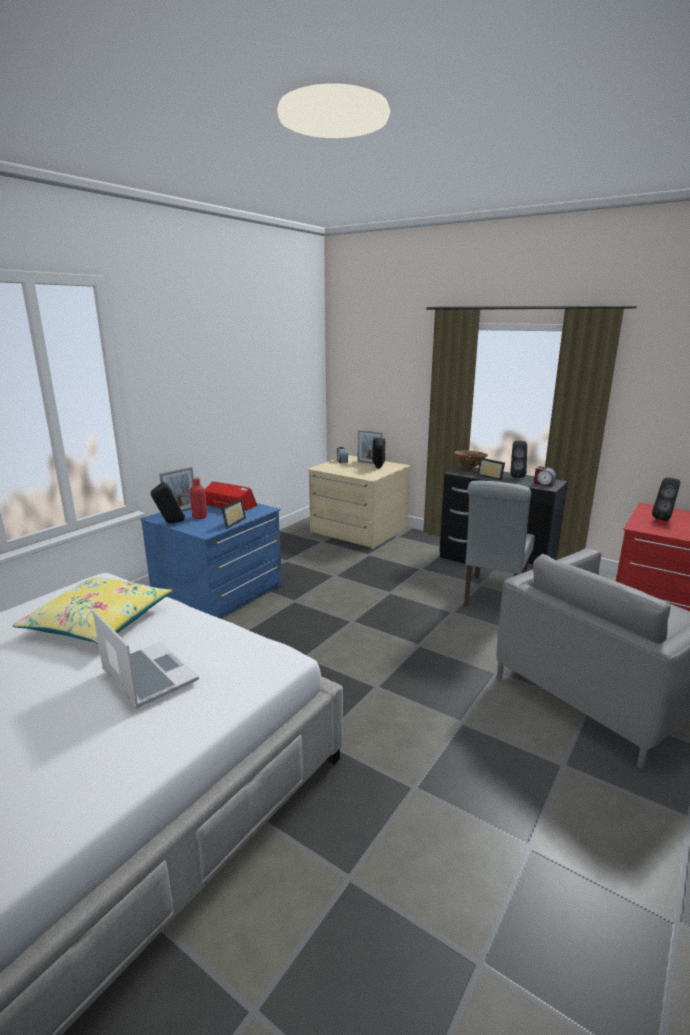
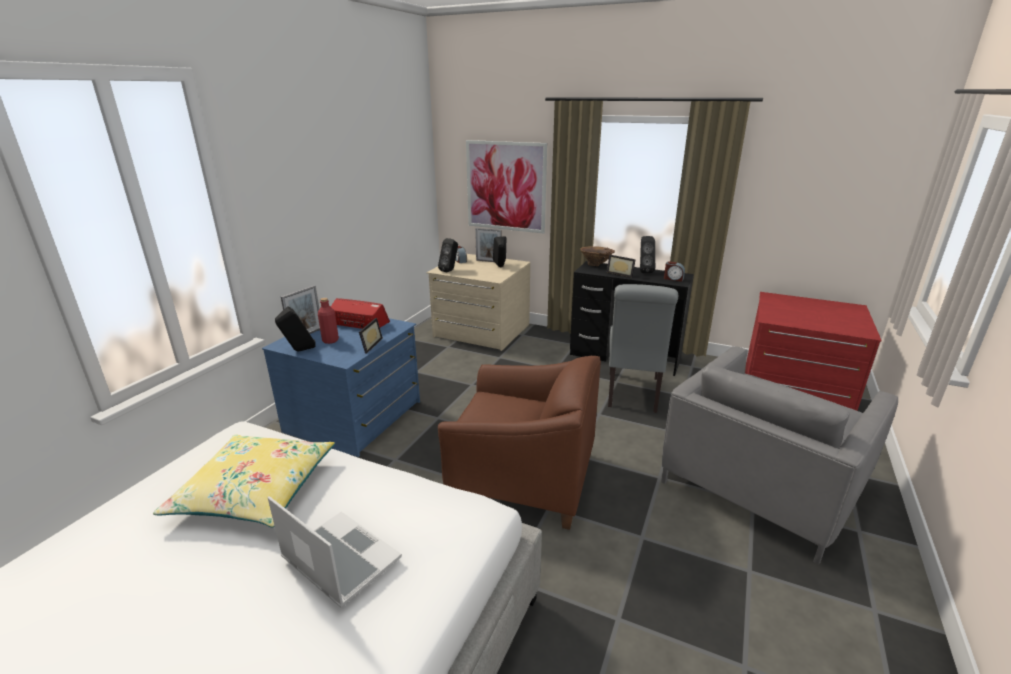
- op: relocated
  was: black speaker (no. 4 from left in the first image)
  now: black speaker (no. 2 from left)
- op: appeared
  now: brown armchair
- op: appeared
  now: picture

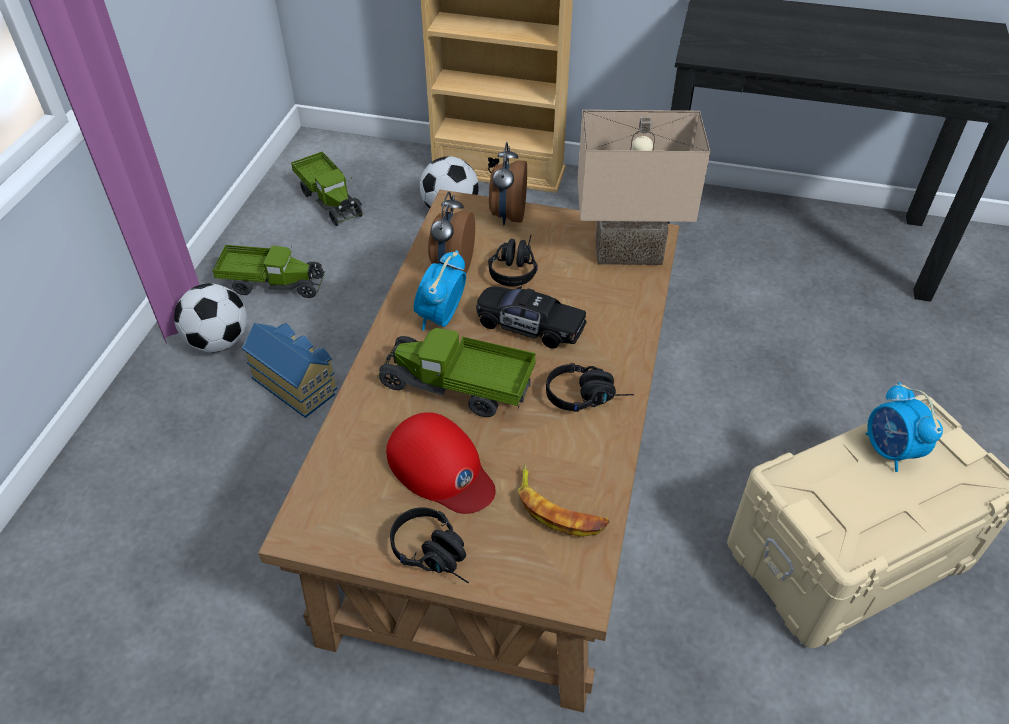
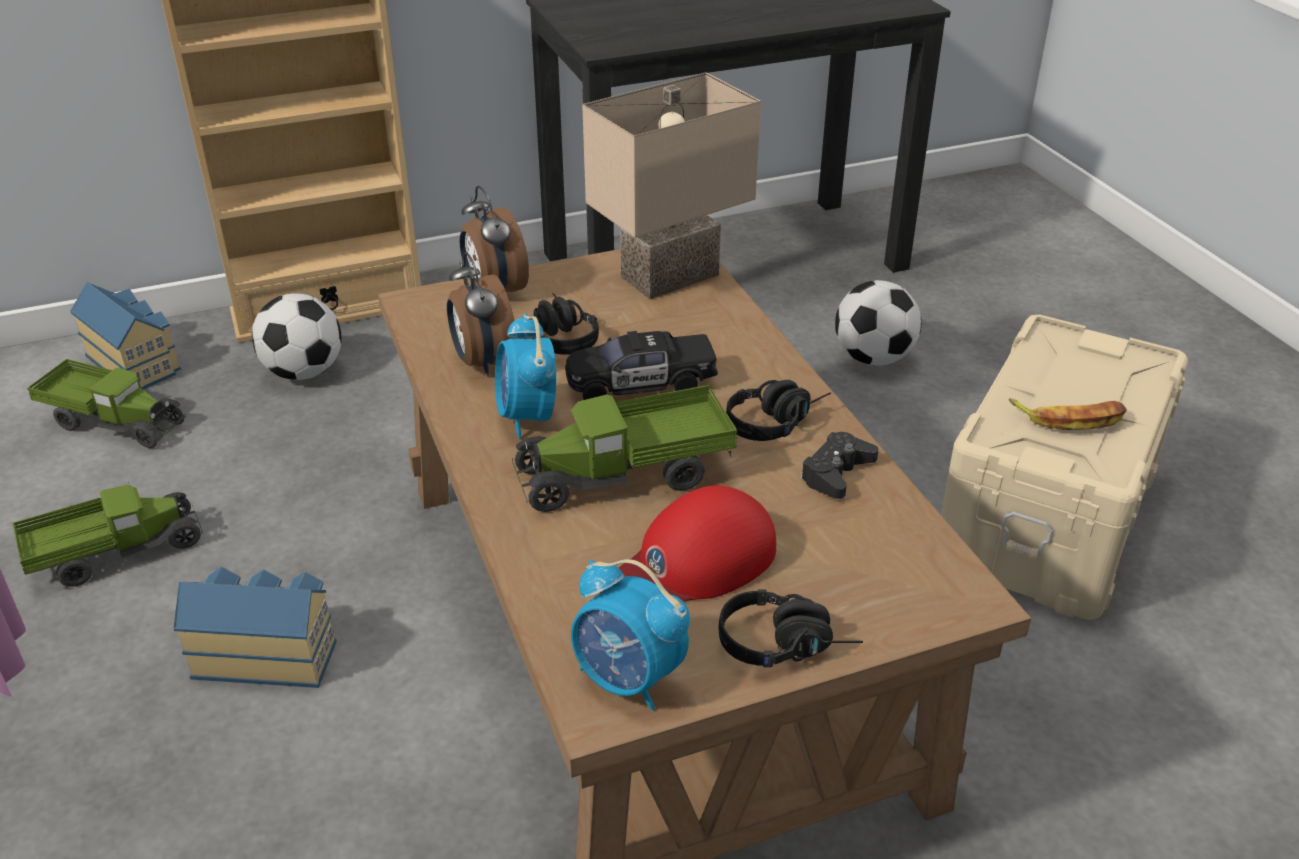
- op: appeared
  now: toy house (no. 1 from left)
- op: relocated
  was: alarm clock (no. 4 from left)
- op: spun
  was: red cap
  clockwise: 135
- op: appeared
  now: black game controller
- op: relocated
  was: football (no. 1 from left in the first image)
  now: football (no. 2 from left)
- op: relocated
  was: banana

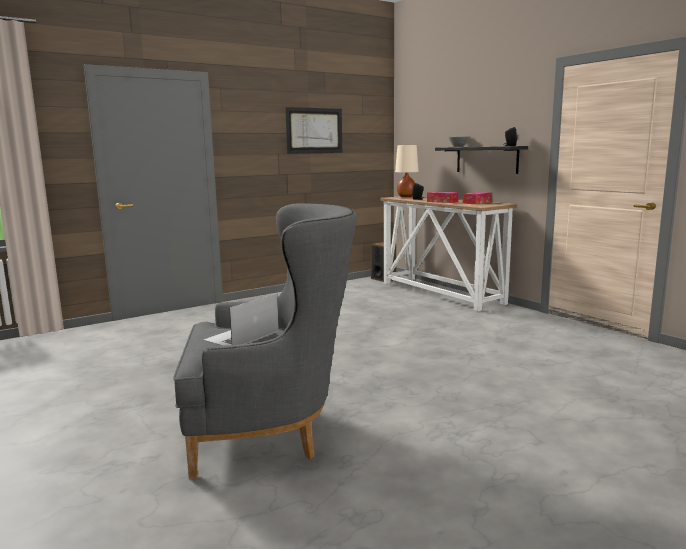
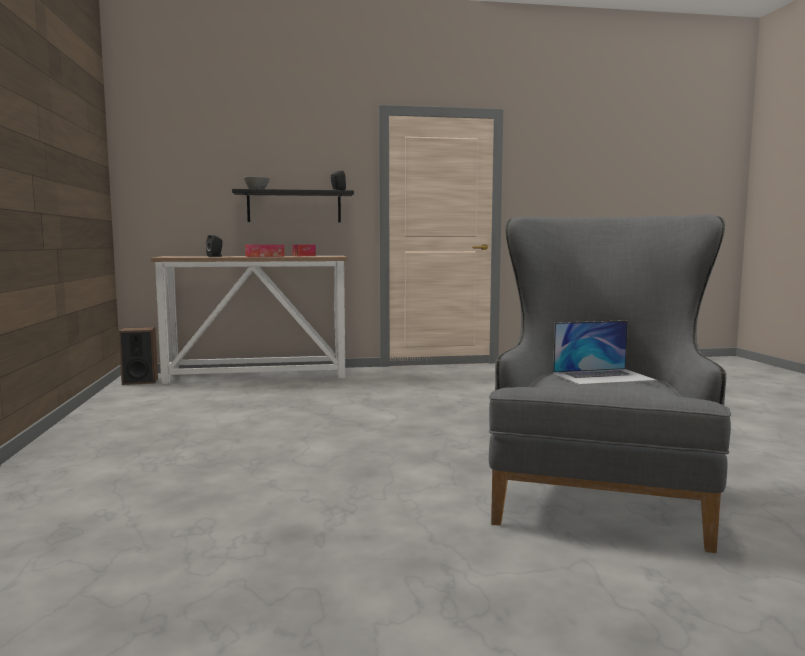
- op: spun
  was: laptop
  clockwise: -75
- op: missing
  was: picture
- op: missing
  was: beige table lamp

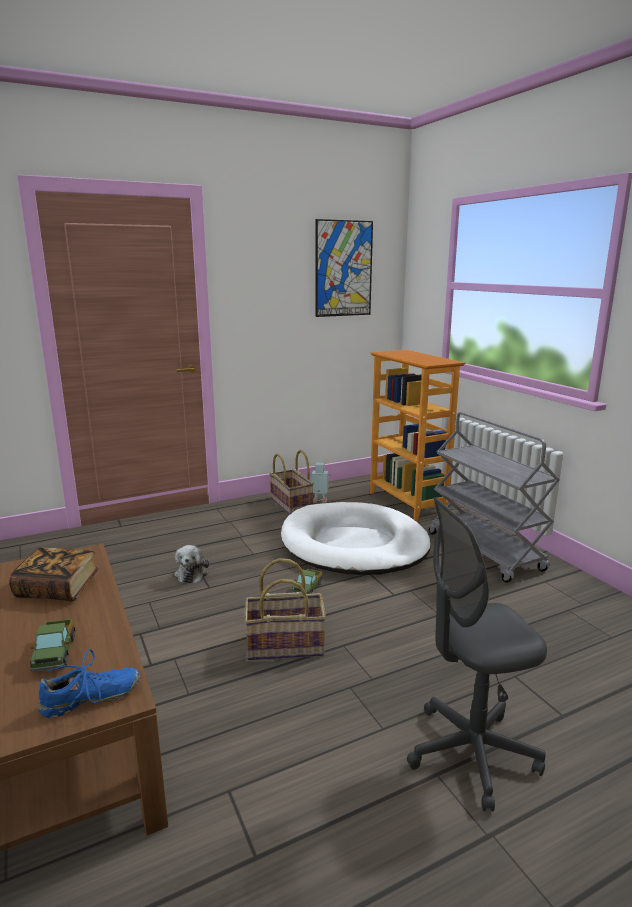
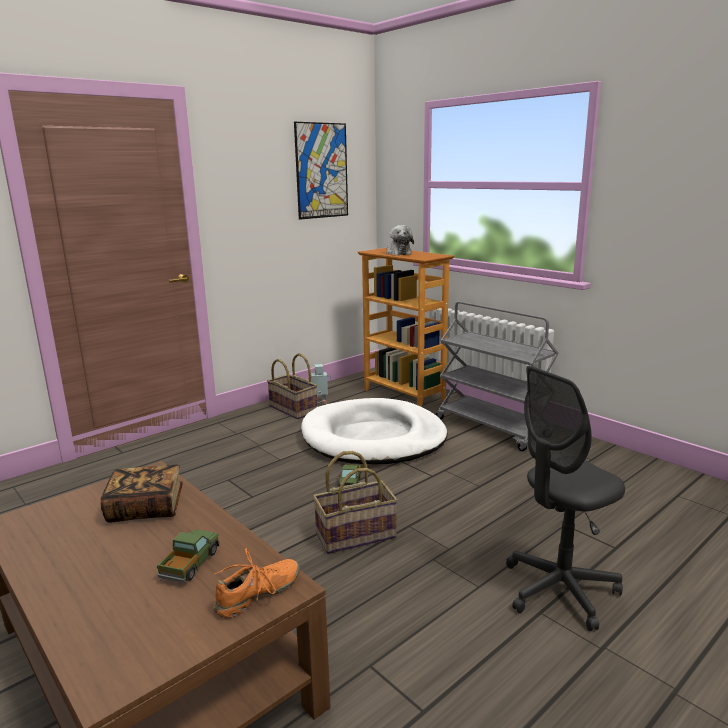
- op: spun
  was: toy truck (no. 1 from left)
  clockwise: -135
- op: colour
  was: blue shoe
  now: orange shoe
- op: relocated
  was: plush toy

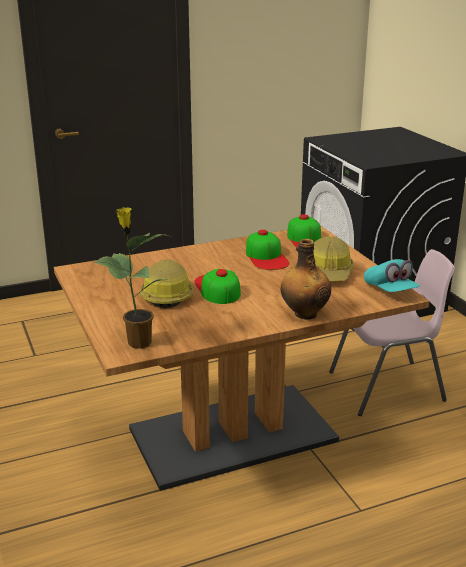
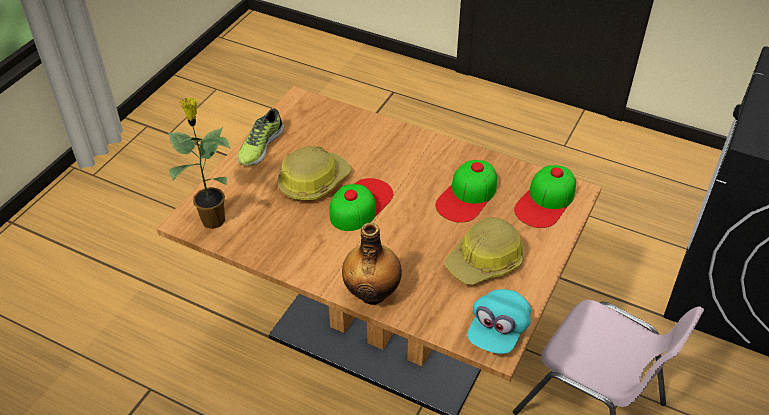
- op: appeared
  now: shoe

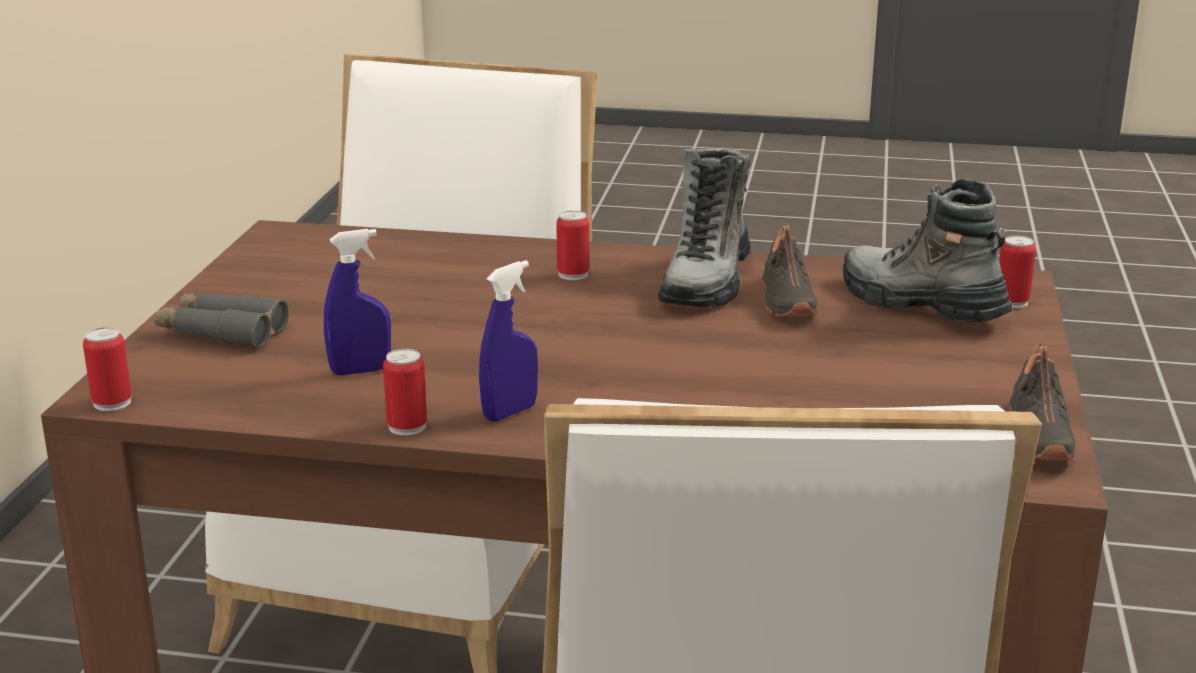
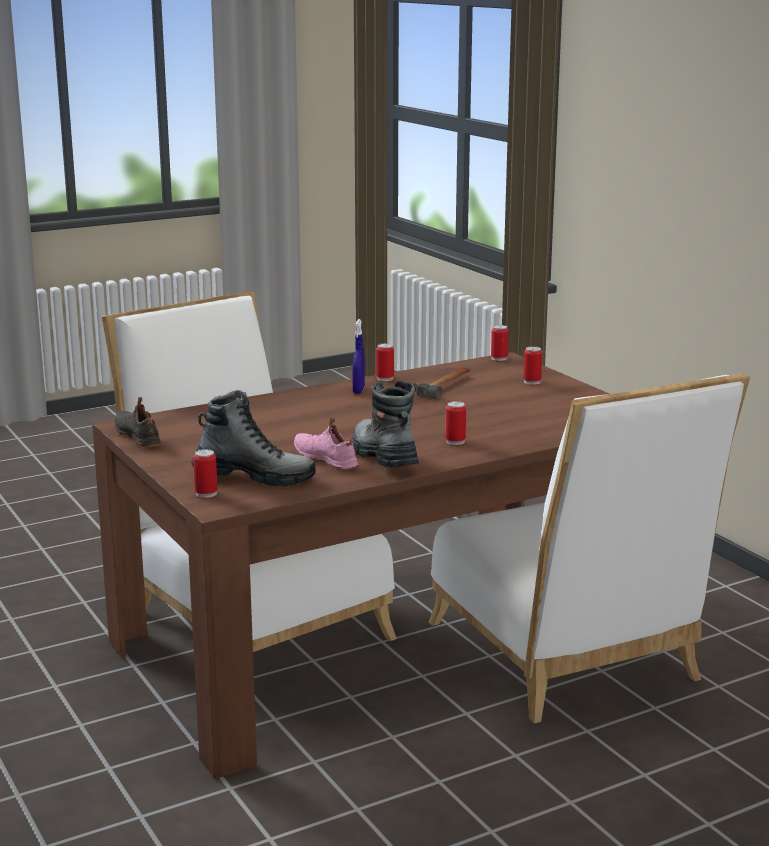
- op: colour
  was: black shoe (no. 1 from left)
  now: pink shoe
- op: exchanged
  was: blue spray bottle (no. 1 from left)
  now: hammer
- op: exchanged
  was: grey binoculars
  now: can (no. 5 from left)

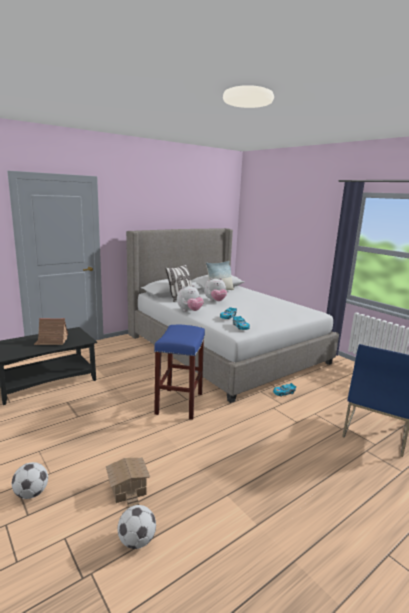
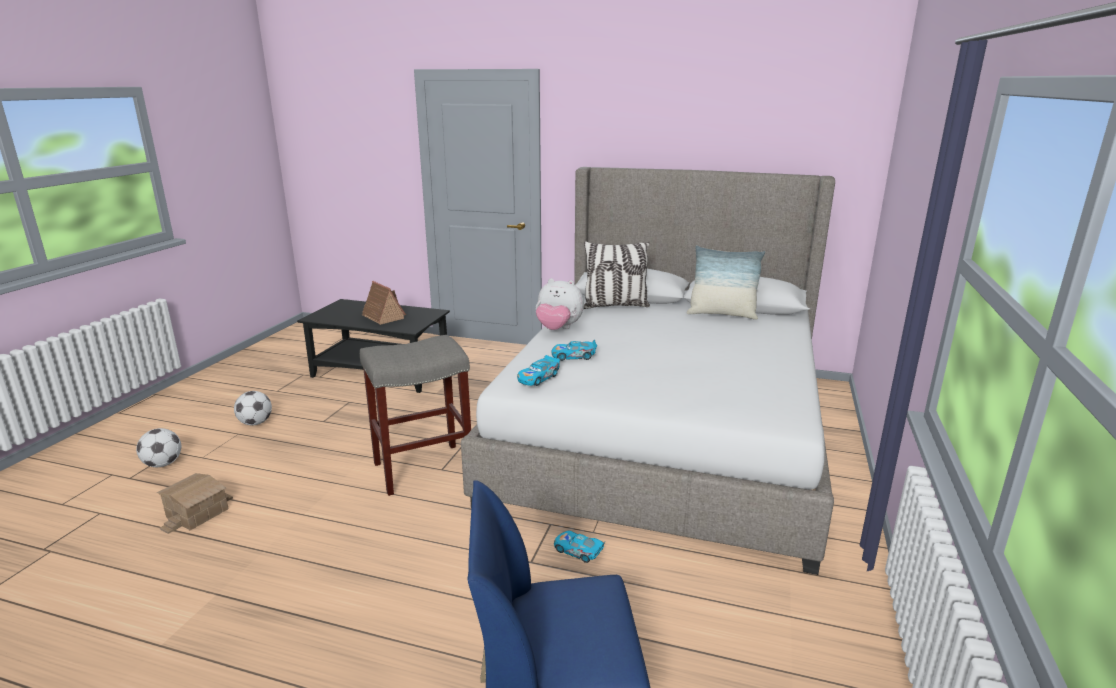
- op: relocated
  was: football (no. 2 from left)
- op: colour
  was: blue stool
  now: grey stool
- op: missing
  was: plush toy (no. 2 from left)

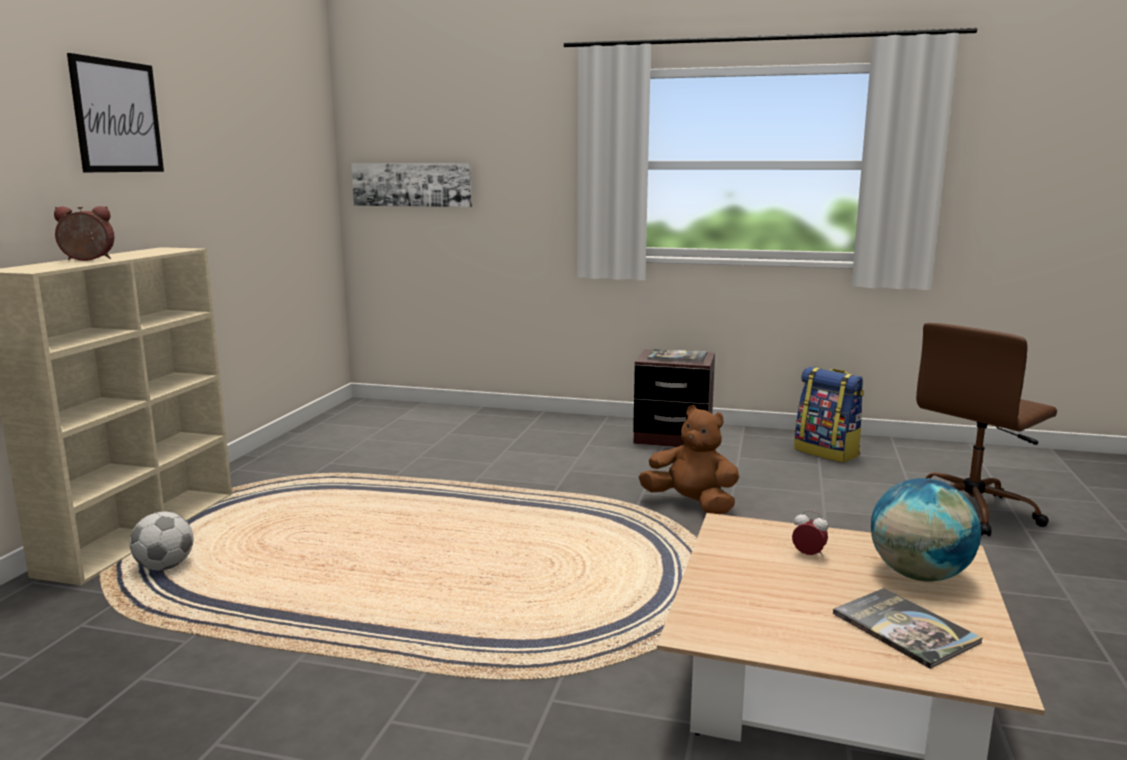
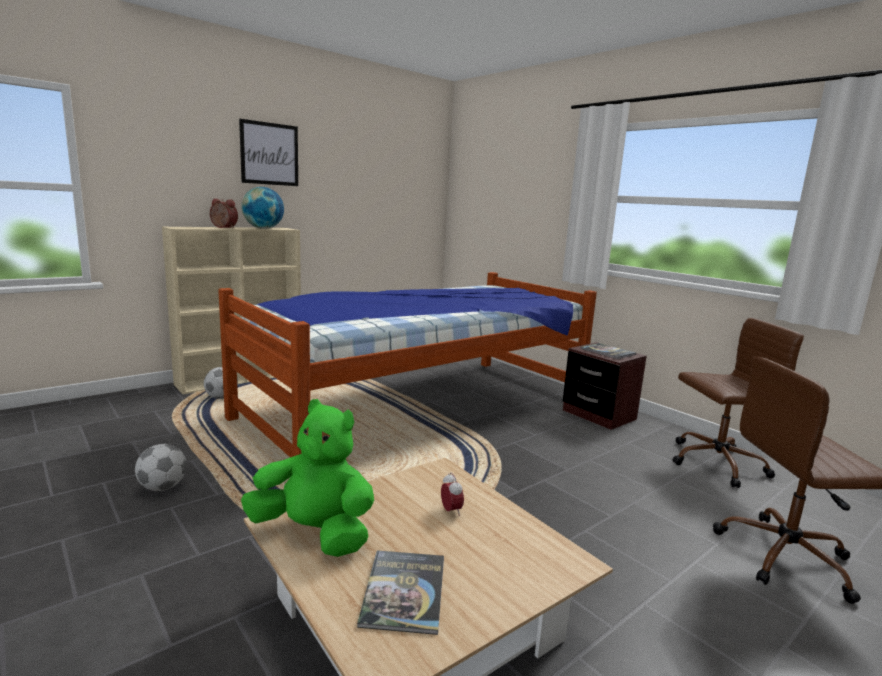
- op: appeared
  now: football (no. 1 from left)
- op: appeared
  now: bed
- op: relocated
  was: globe
- op: appeared
  now: green plush toy
- op: exchanged
  was: backpack
  now: brown office chair (no. 1 from left)
- op: missing
  was: picture (no. 2 from left)
- op: missing
  was: brown plush toy

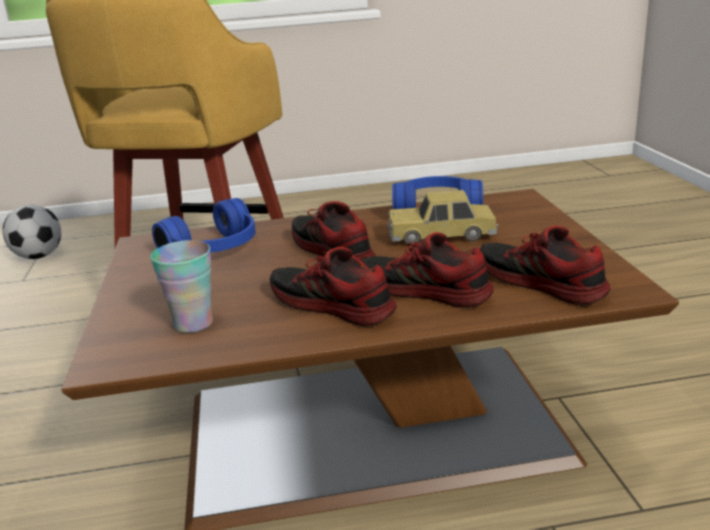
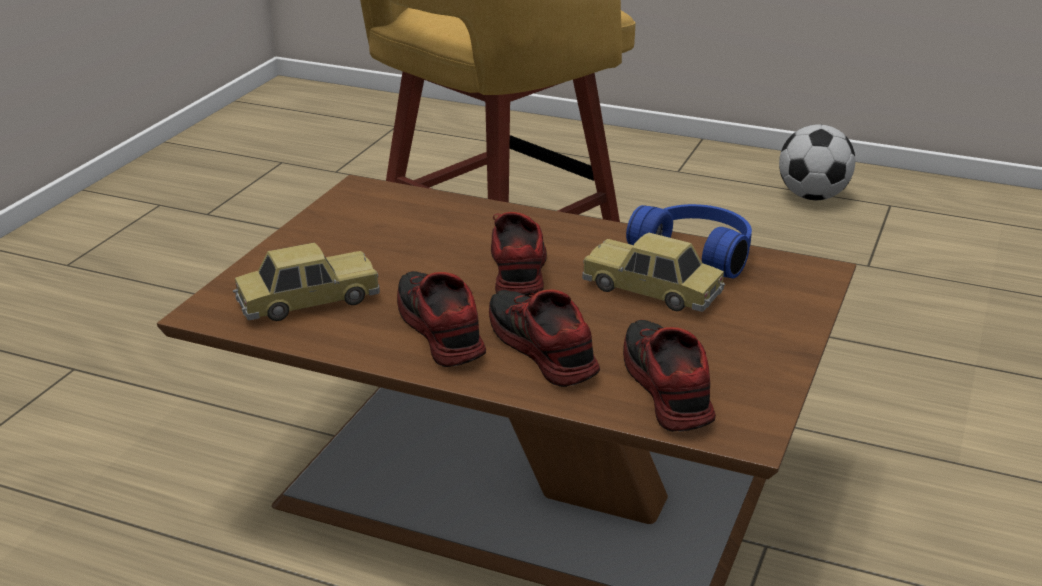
- op: exchanged
  was: cup
  now: toy car (no. 1 from left)
- op: relocated
  was: football
- op: missing
  was: blue headphones (no. 1 from left)

